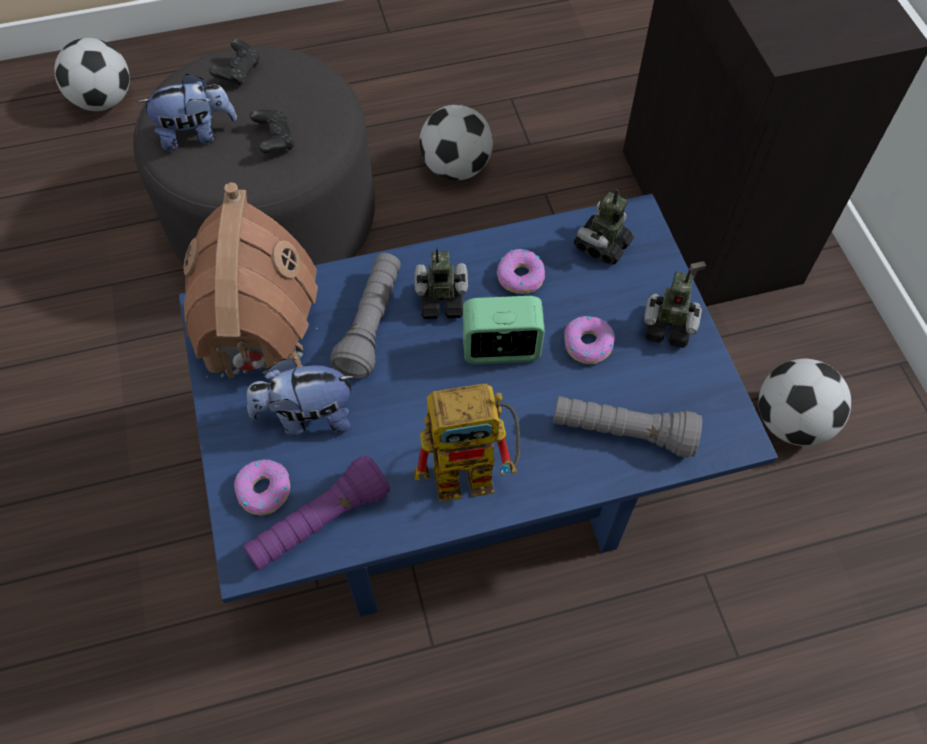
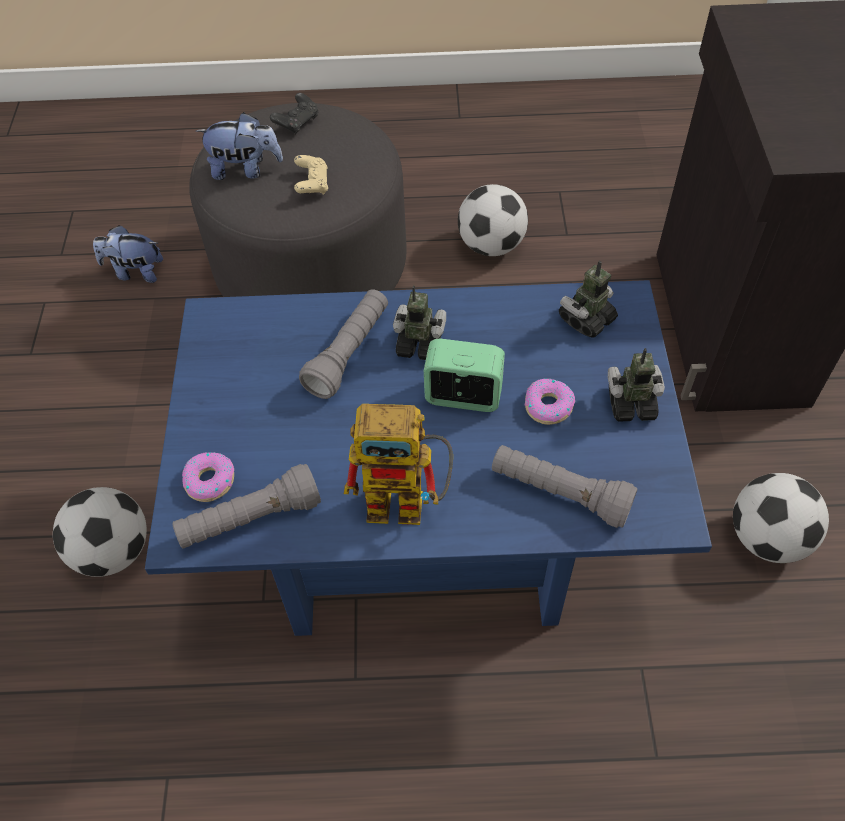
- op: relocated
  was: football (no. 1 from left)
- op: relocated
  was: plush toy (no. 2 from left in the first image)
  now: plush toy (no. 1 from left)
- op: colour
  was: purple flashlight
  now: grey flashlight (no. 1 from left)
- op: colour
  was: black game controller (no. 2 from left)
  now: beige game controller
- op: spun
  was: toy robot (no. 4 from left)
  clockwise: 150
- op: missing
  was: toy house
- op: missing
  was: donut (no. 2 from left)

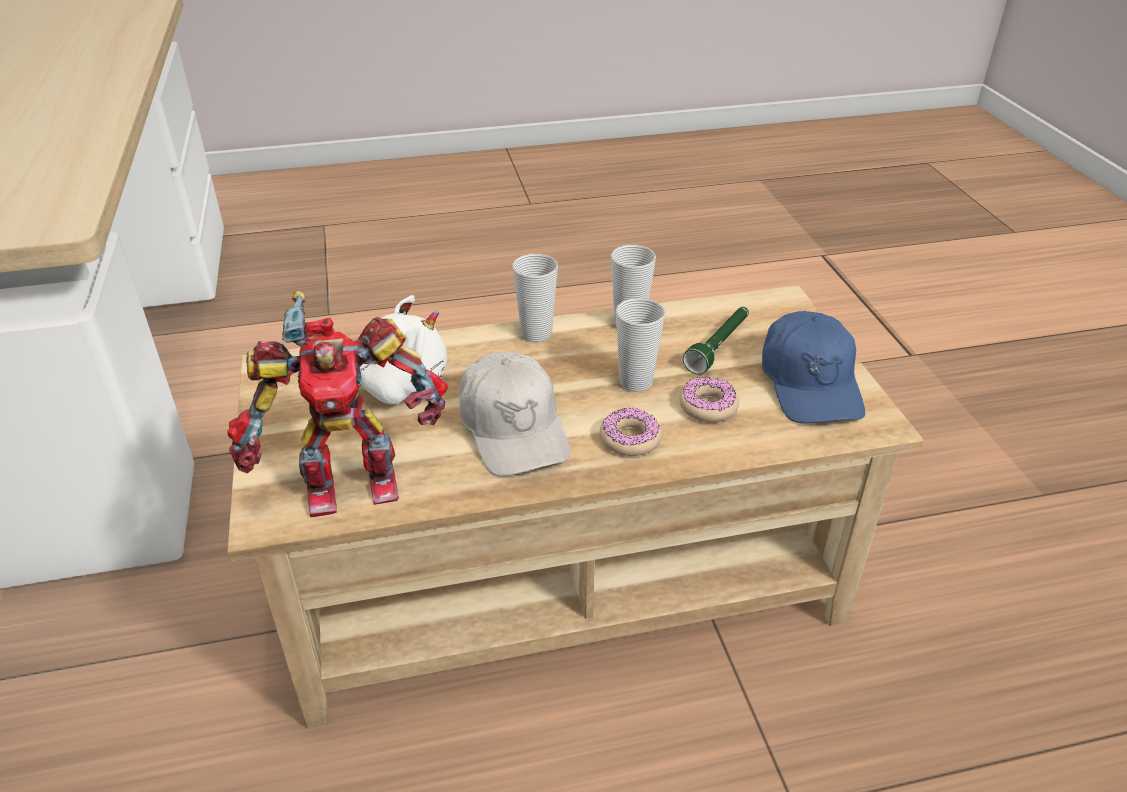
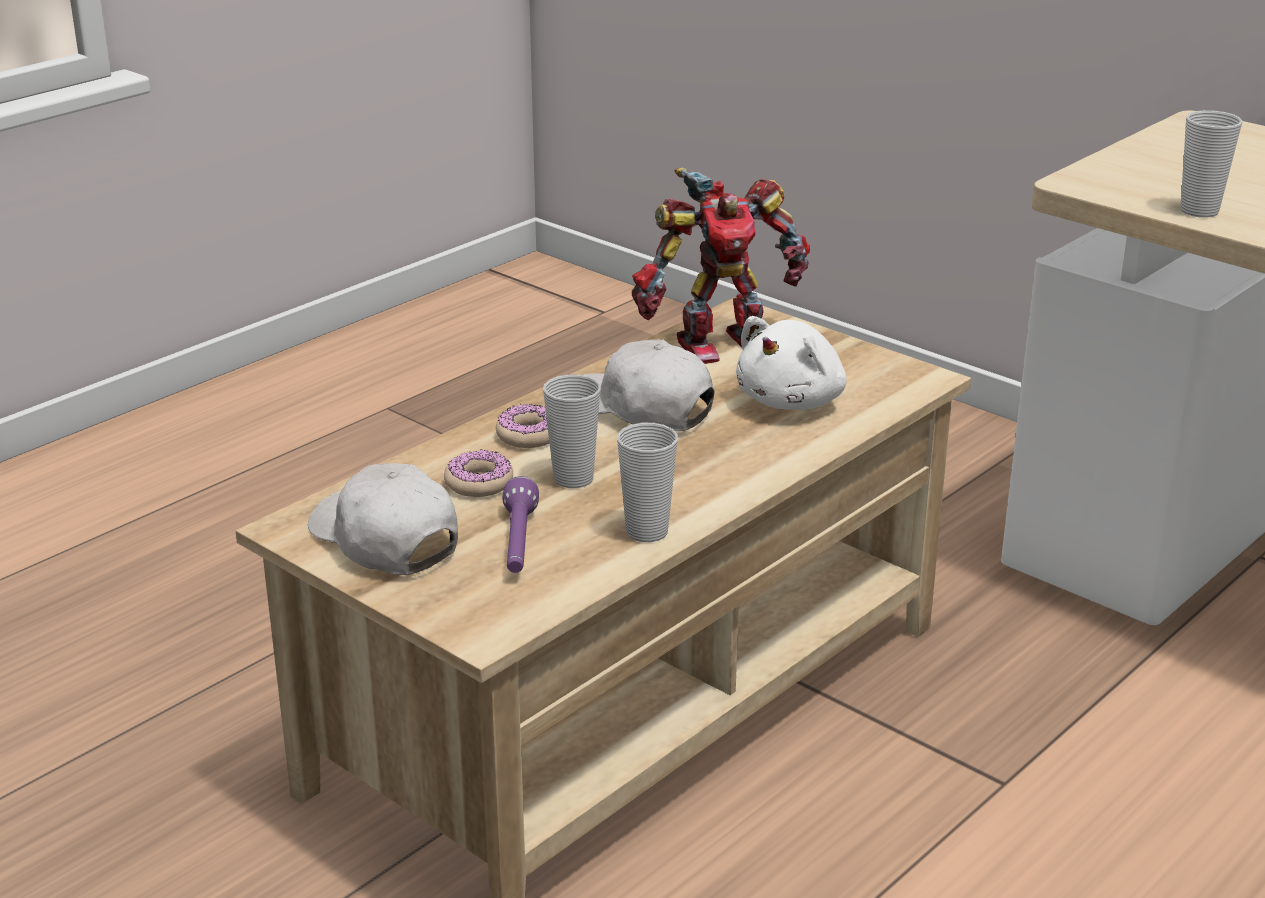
- op: colour
  was: blue cap
  now: white cap (no. 1 from left)
- op: colour
  was: green flashlight
  now: purple flashlight
- op: spun
  was: toy robot
  clockwise: -150
- op: relocated
  was: cup (no. 1 from left in the first image)
  now: cup (no. 3 from left)

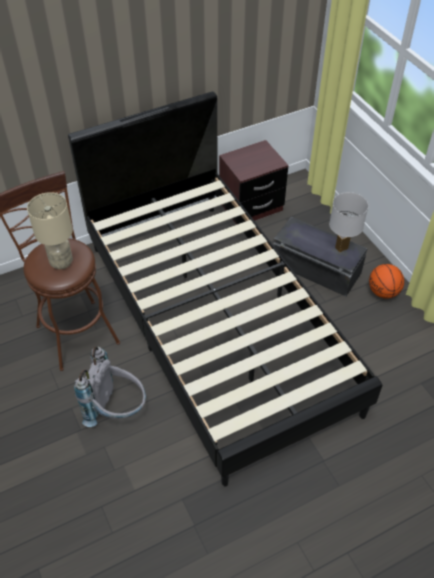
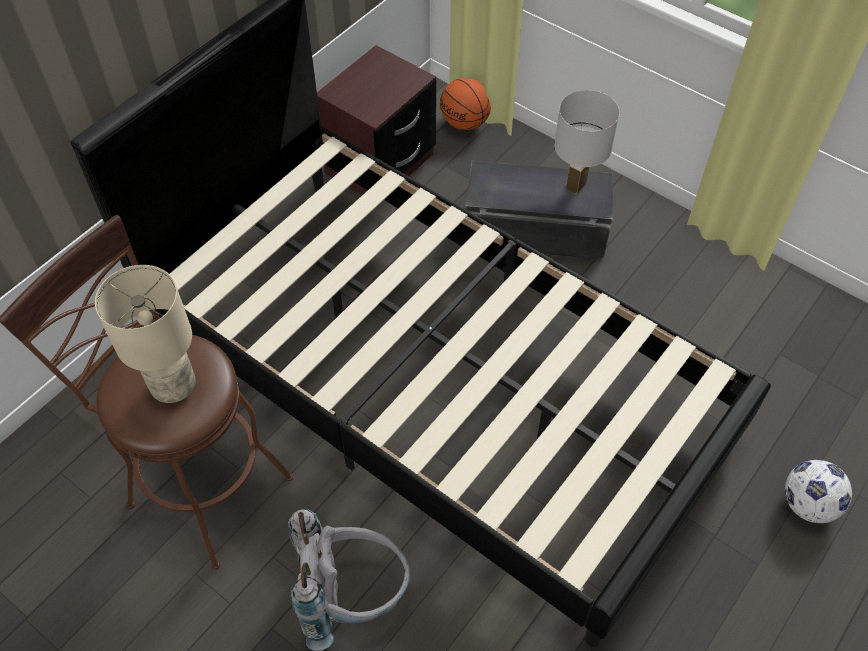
- op: relocated
  was: basketball
- op: appeared
  now: football

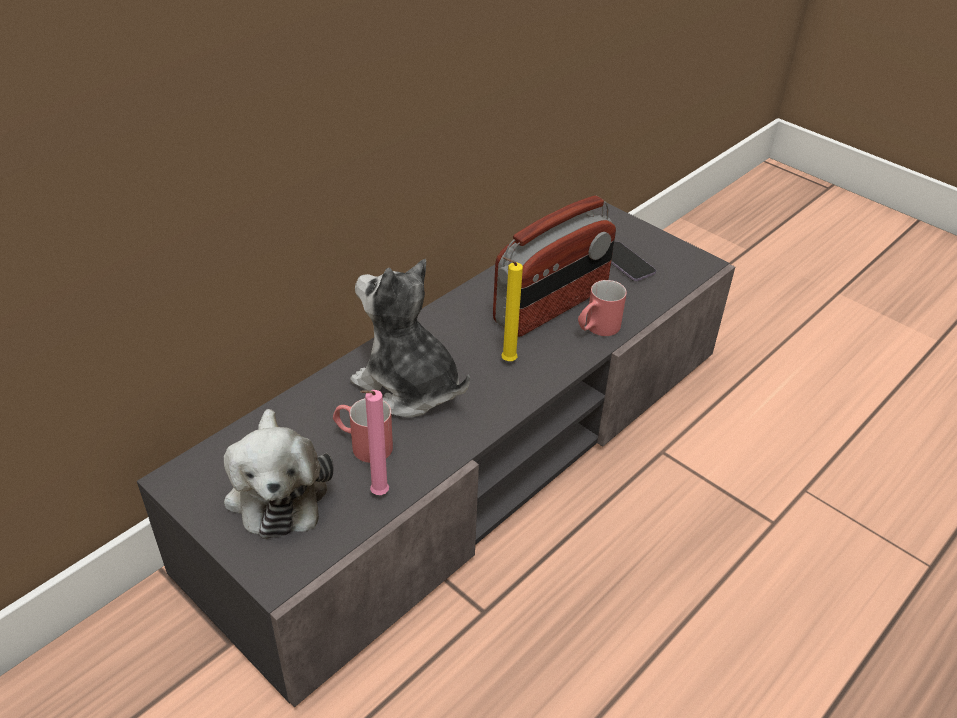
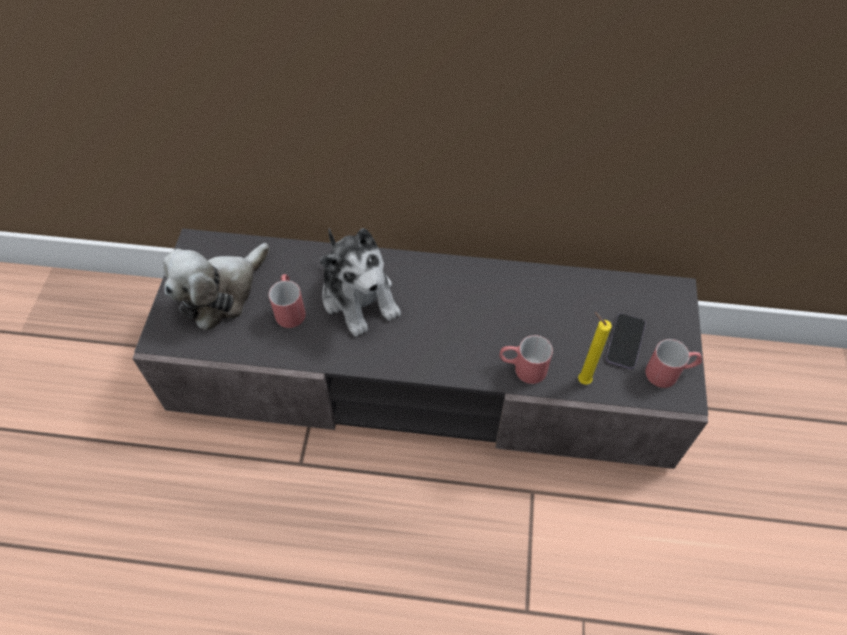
- op: spun
  was: plush toy (no. 2 from left)
  clockwise: 150
- op: relocated
  was: yellow candle
- op: appeared
  now: red mug (no. 3 from left)
- op: missing
  was: pink candle
- op: missing
  was: radio

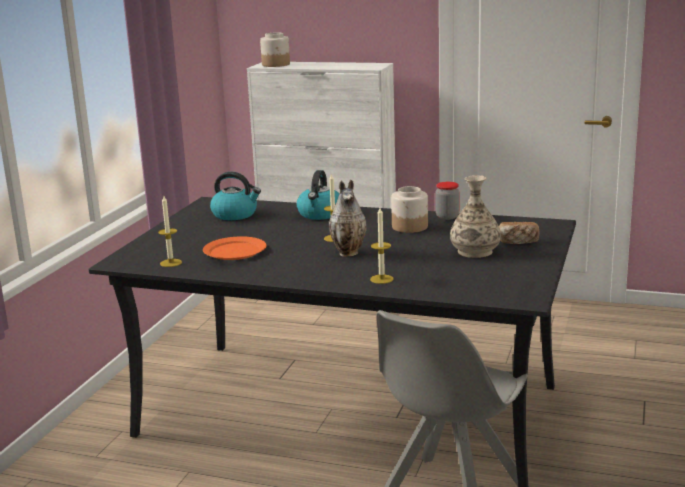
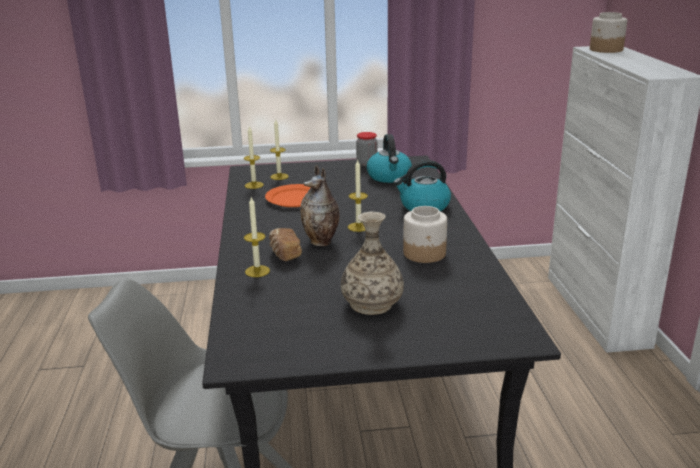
- op: relocated
  was: bread
- op: appeared
  now: candle (no. 3 from left)
- op: relocated
  was: jar (no. 3 from left in the first image)
  now: jar (no. 1 from left)

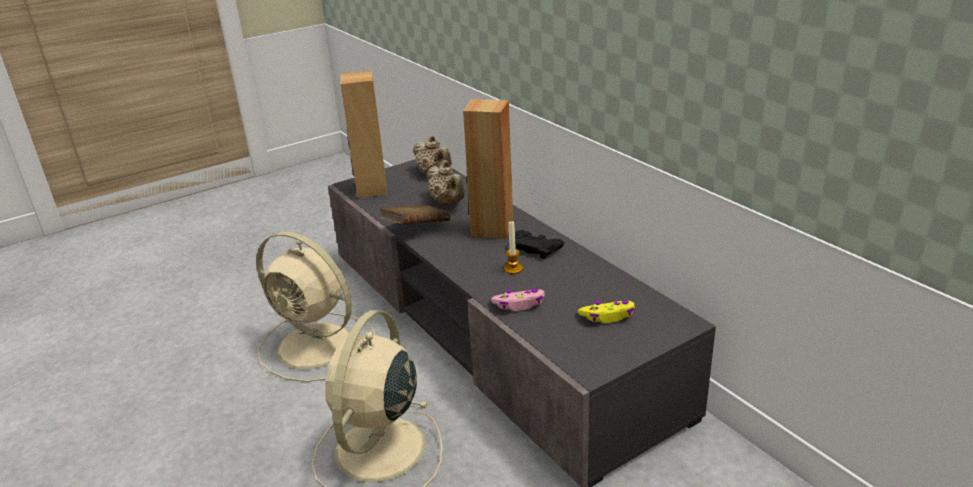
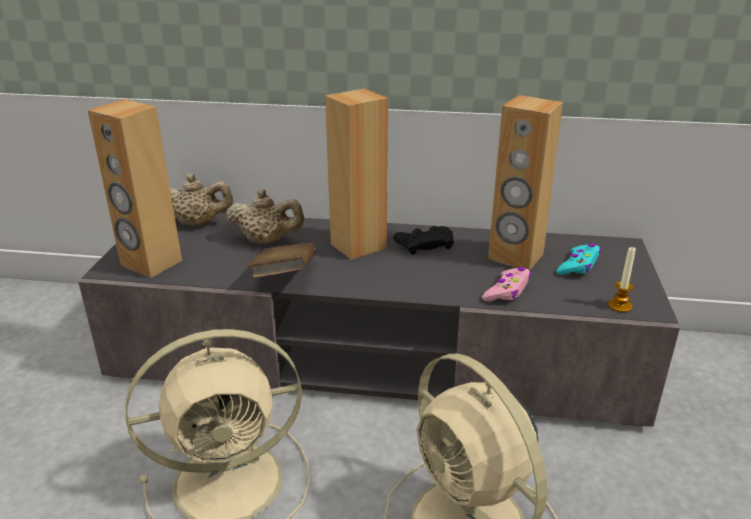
- op: appeared
  now: brown speaker (no. 3 from left)
- op: colour
  was: yellow game controller
  now: turquoise game controller
- op: relocated
  was: candle

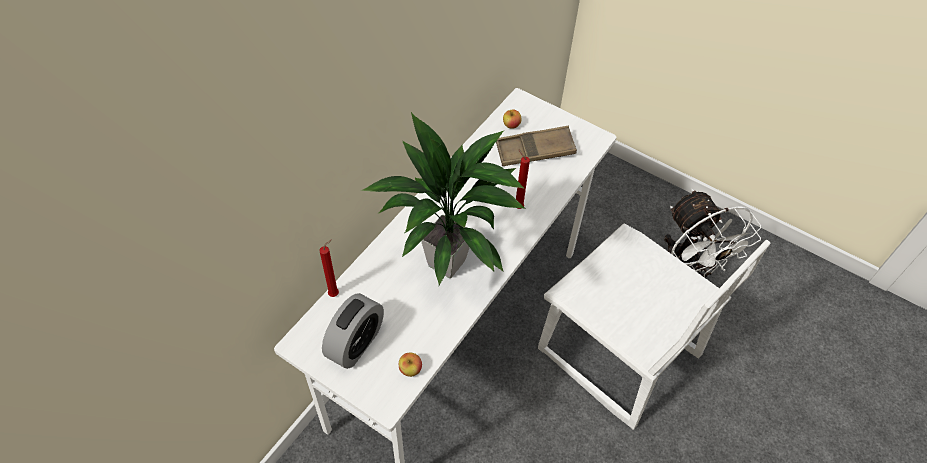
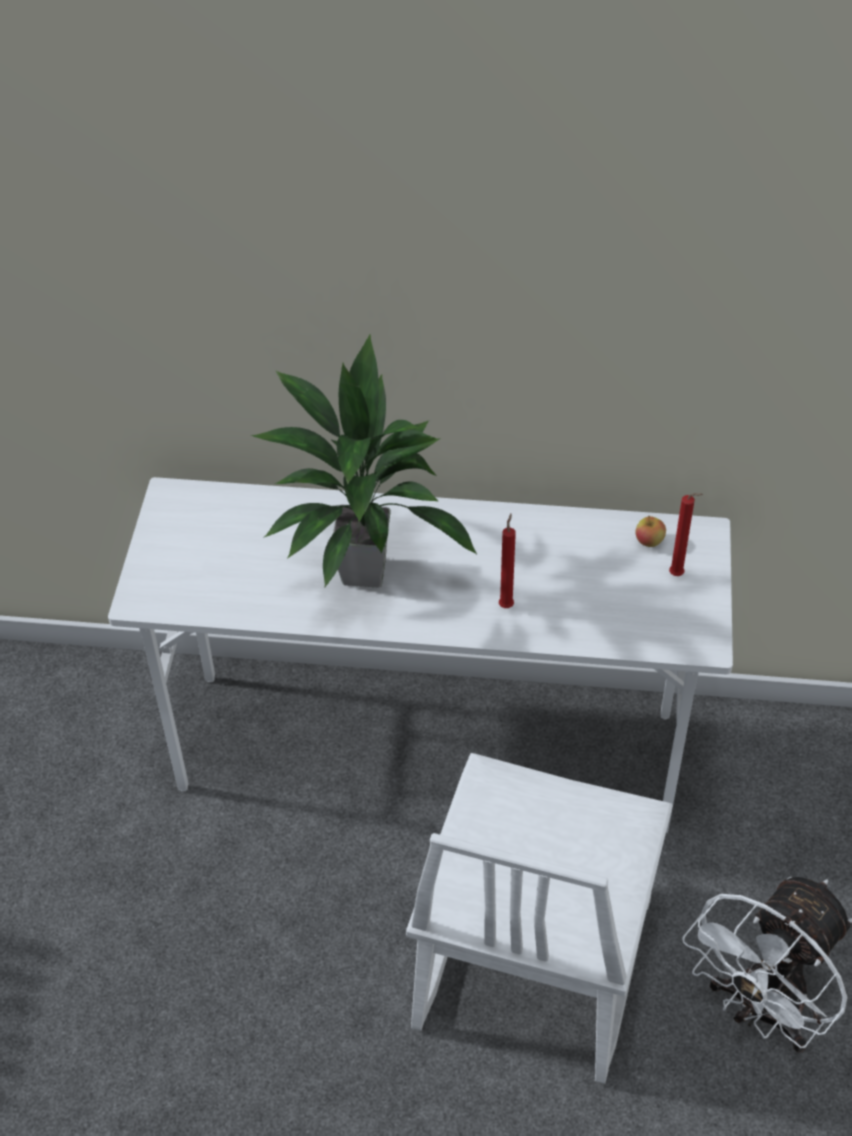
- op: relocated
  was: red candle (no. 1 from left in the first image)
  now: red candle (no. 2 from left)
- op: missing
  was: alarm clock
- op: missing
  was: apple (no. 1 from left)
- op: missing
  was: brown tray

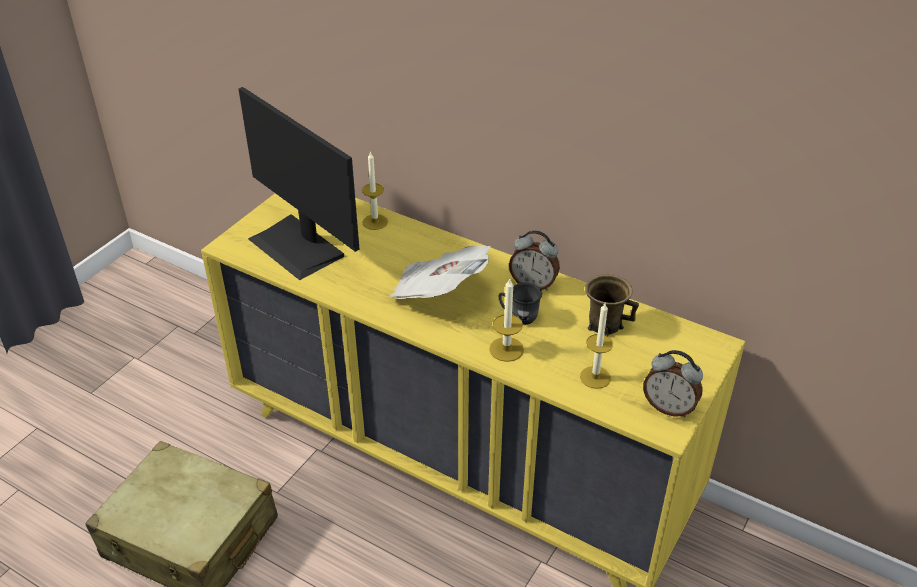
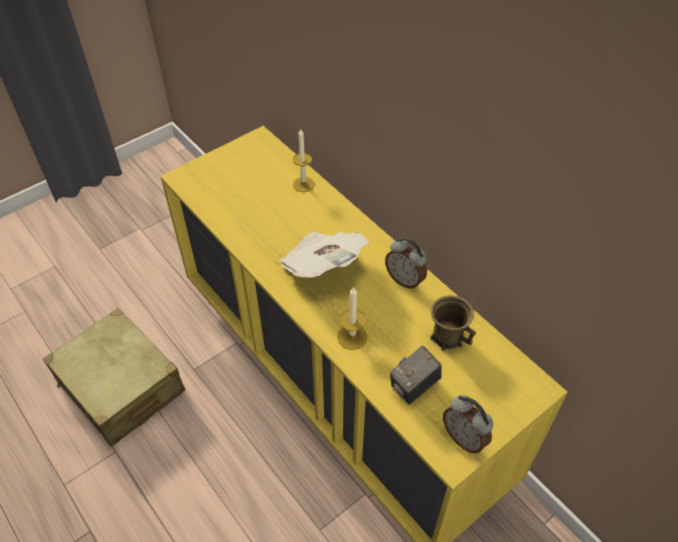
- op: exchanged
  was: candle (no. 3 from left)
  now: photo camera
- op: missing
  was: monitor
- op: missing
  was: grey mug

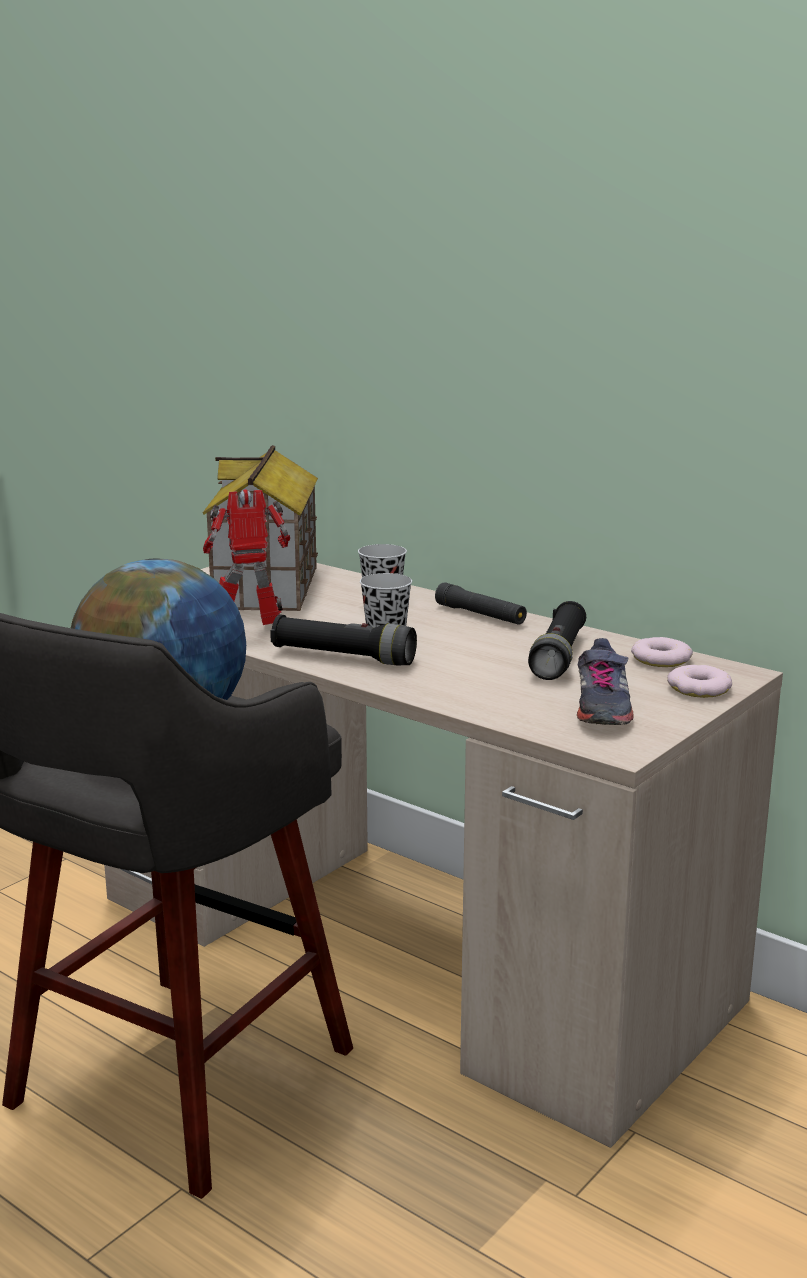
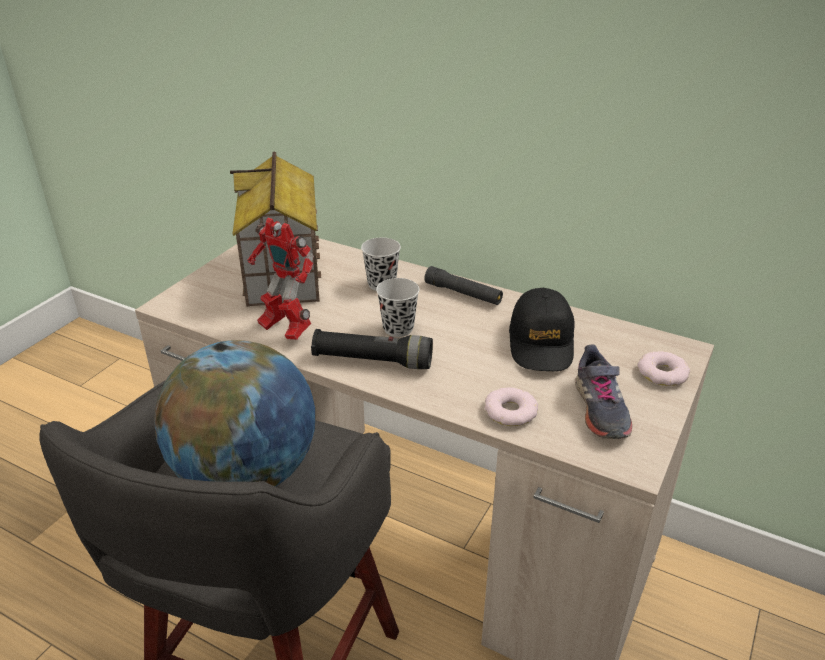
- op: spun
  was: toy robot
  clockwise: -120
- op: relocated
  was: donut (no. 1 from left)
- op: exchanged
  was: black flashlight (no. 3 from left)
  now: black cap

